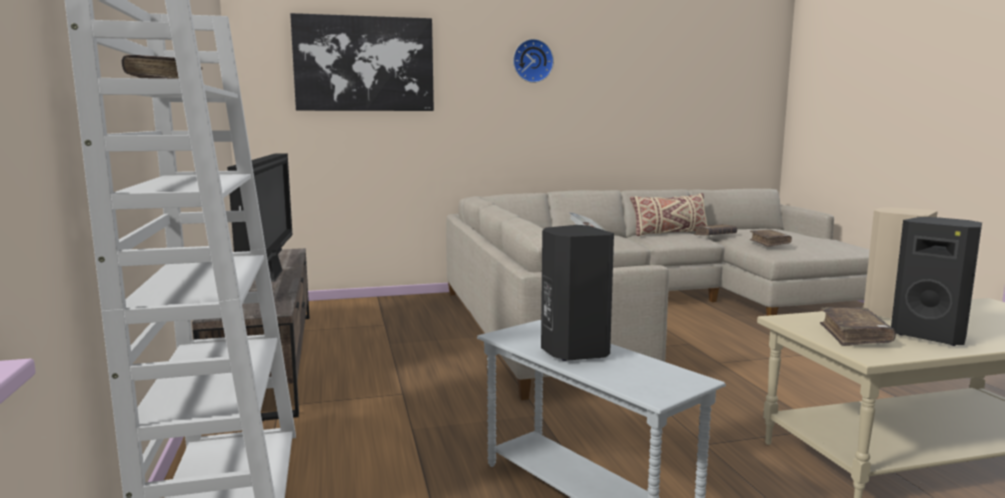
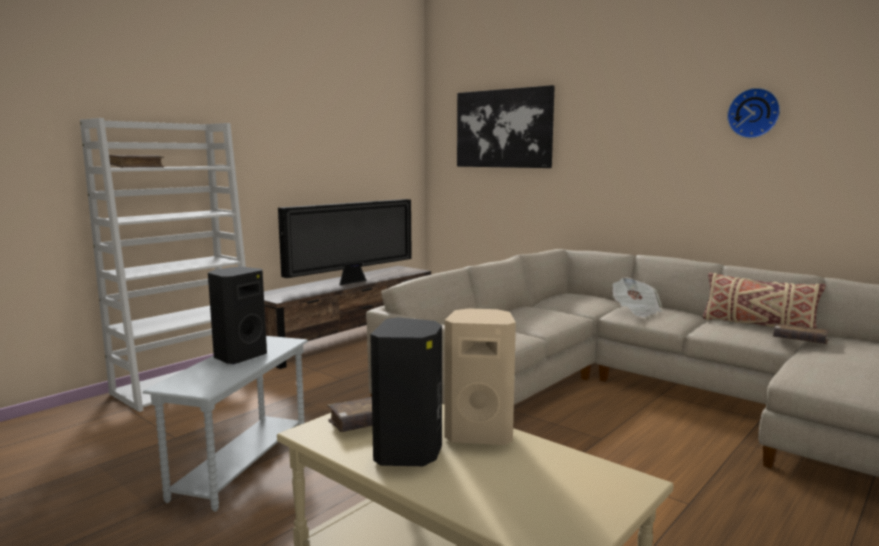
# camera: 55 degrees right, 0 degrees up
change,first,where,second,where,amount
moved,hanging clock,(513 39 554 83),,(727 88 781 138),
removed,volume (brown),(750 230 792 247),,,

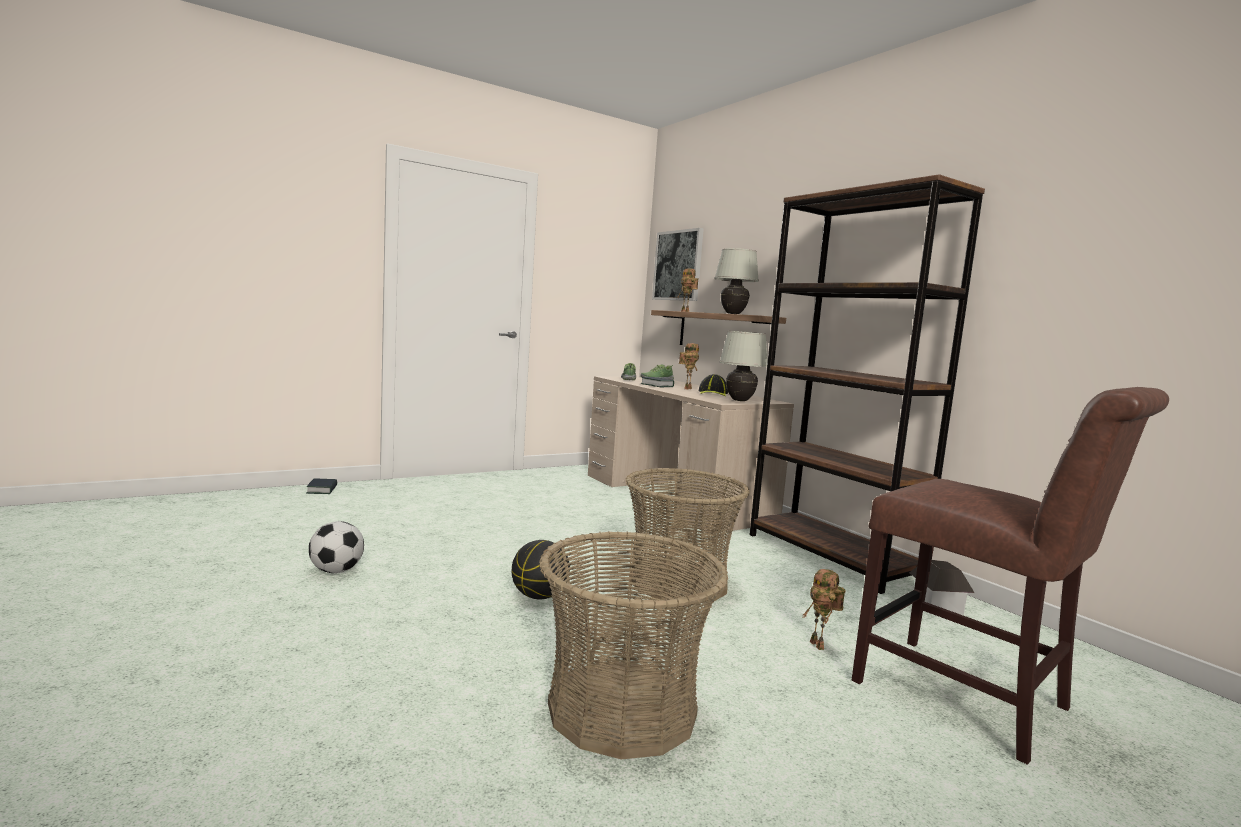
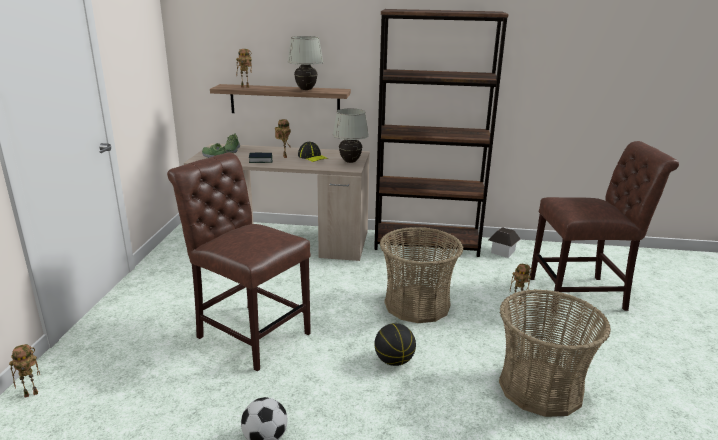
# camera: 50 degrees left, 15 degrees up
change,first,where,second,where,amount
removed,picture,(652 228 704 301),,,
replaced,volume,(306 479 337 494),model robot,(9 344 40 398),
added,,,plain chair (brown),(167 152 311 371),

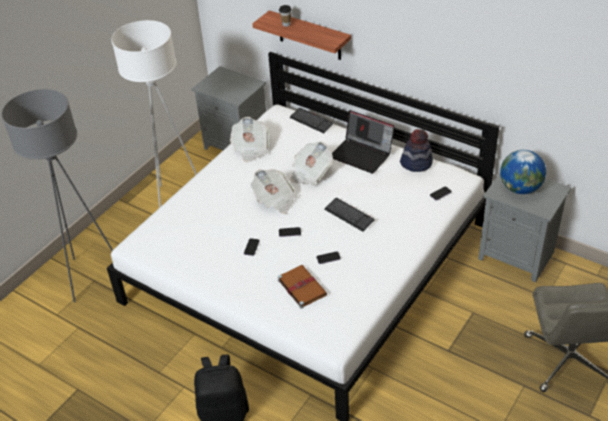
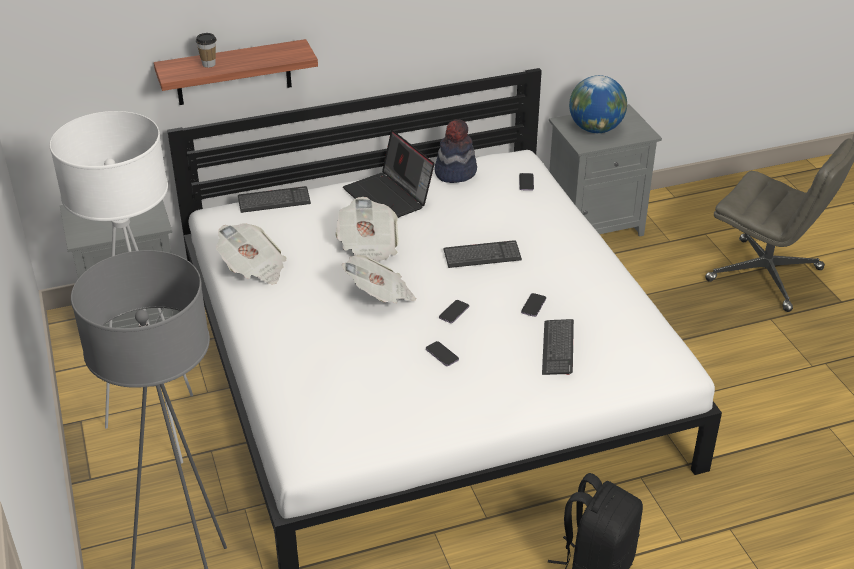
# camera: 55 degrees left, 5 degrees down
change,first,where,second,where,amount
turned,laptop,(332 110 395 174),,(343 130 435 218),75 degrees clockwise
replaced,volume (brown),(278 265 327 309),computer keyboard,(542 319 574 375),

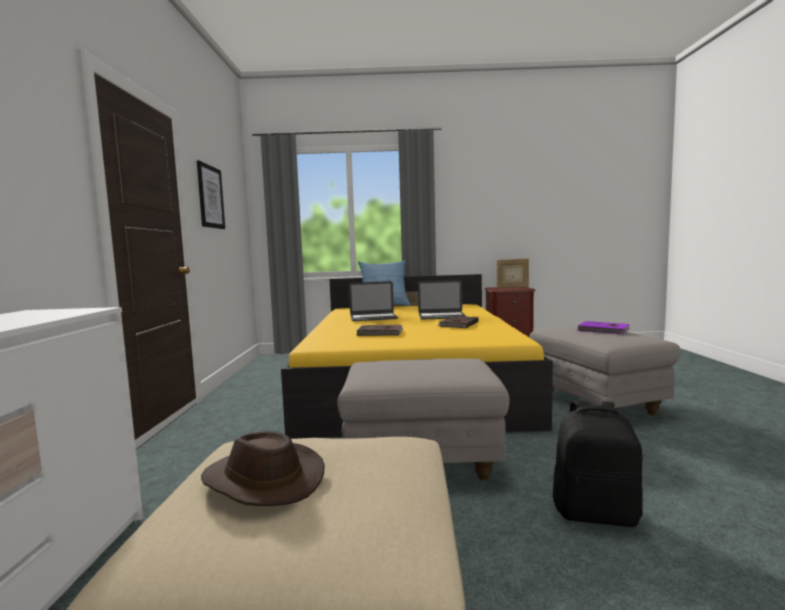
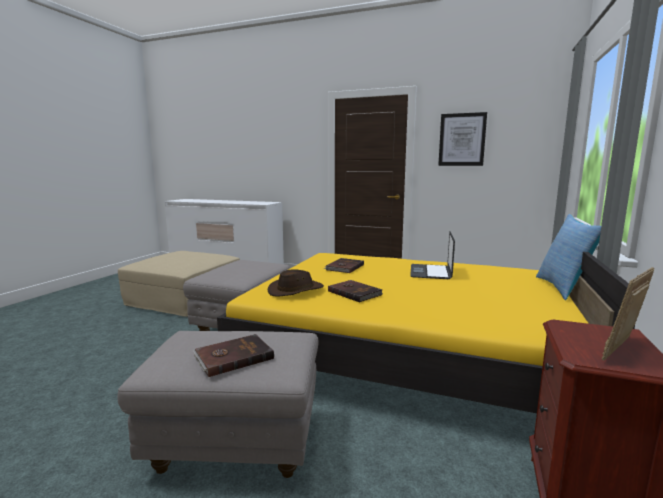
# camera: 110 degrees right, 5 degrees up
change,first,where,second,where,amount
removed,laptop,(418 280 467 319),,,
recoloured,volume (purple-coloured),(578 321 630 334),volume (brown),(193 334 274 377),
removed,backpack (black),(553 400 643 527),,,
moved,hat (brown),(201 431 325 506),,(268 269 324 297),

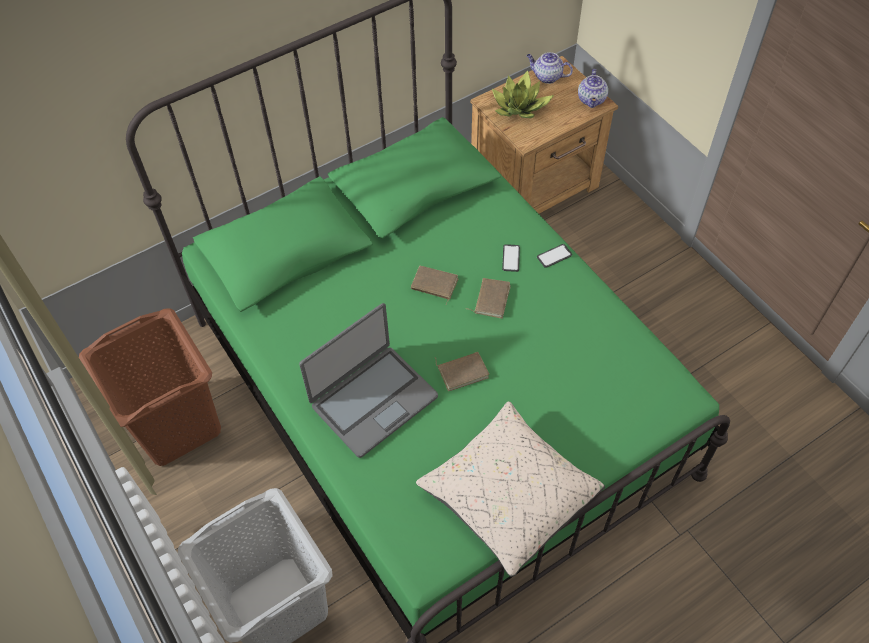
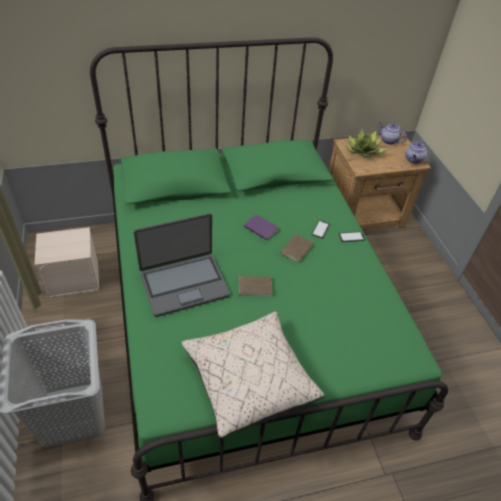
# camera: 15 degrees right, 10 degrees down
change,first,where,second,where,amount
recoloured,volume (brown),(411 266 459 304),volume (purple-coloured),(244 215 279 241),
replaced,washing basket (brown),(79 308 221 466),storage box (beige-coloured),(34 227 99 298),

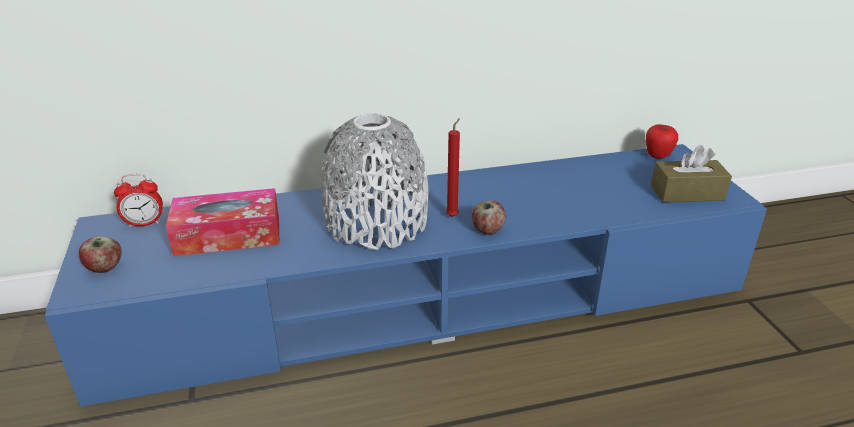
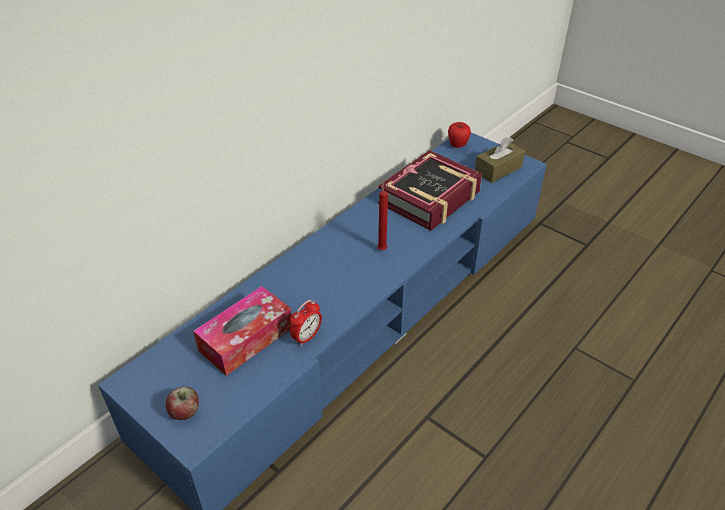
# camera: 35 degrees left, 10 degrees up
change,first,where,second,where,amount
removed,decorative vase (greyish),(321 113 428 250),,,
moved,alarm clock,(114 174 163 228),,(290 300 322 346),
removed,whole apple,(472 200 506 235),,,
added,,,volume,(378 150 482 231),

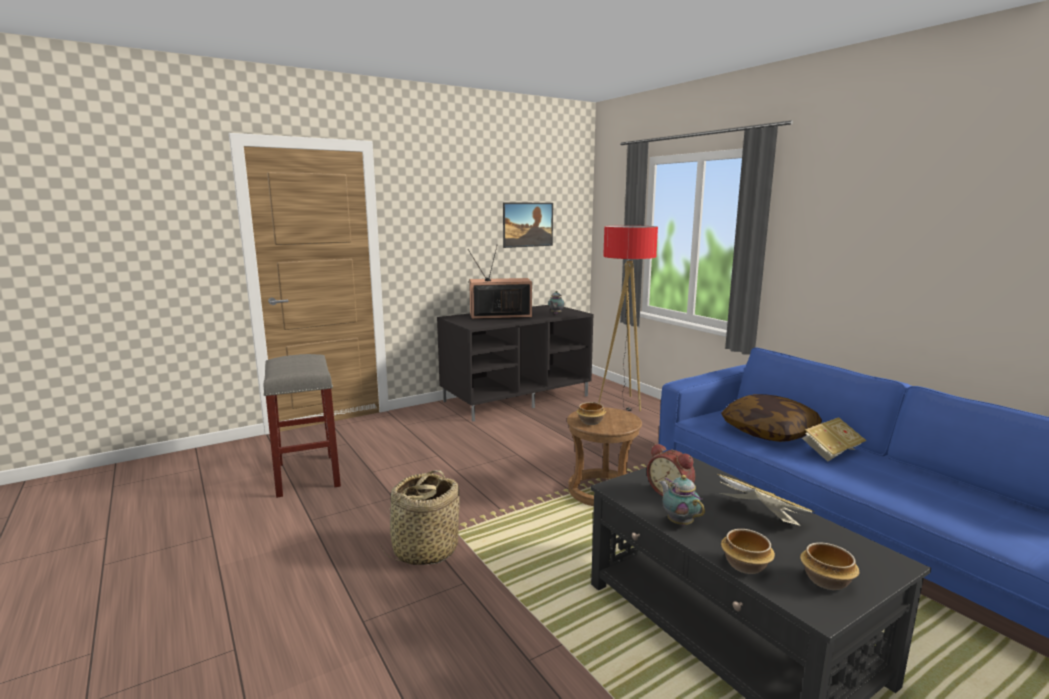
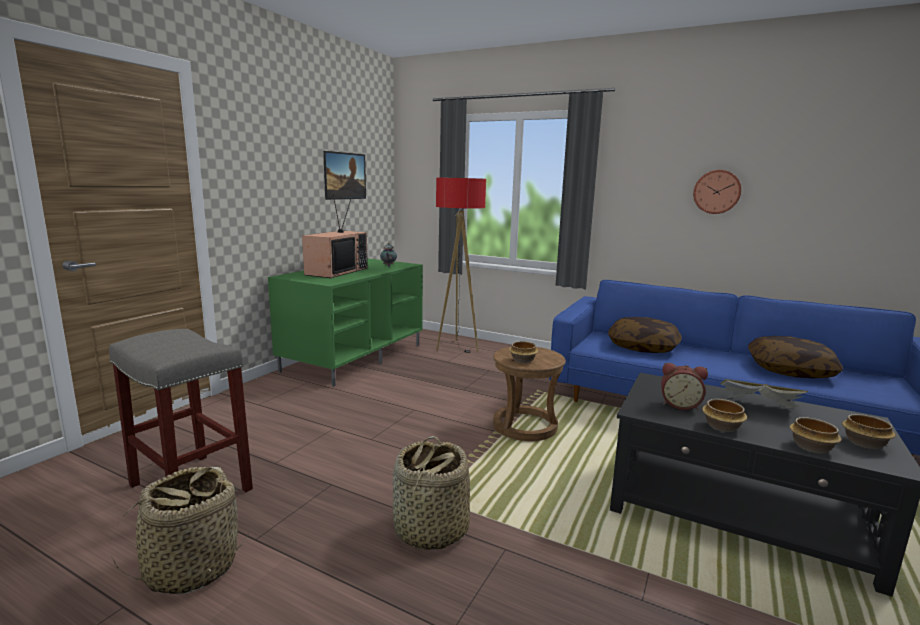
# camera: 30 degrees left, 0 degrees up
change,first,where,second,where,amount
turned,TV set,(468 246 532 319),,(302 194 367 278),150 degrees clockwise
recoloured,tv stand (black),(437 305 593 421),tv stand (green-coloured),(268 258 423 387),
removed,volume,(802 417 867 462),,,
replaced,pot for tea,(660 475 705 526),bowl,(702 399 747 432),
added,,,hanging clock,(693 170 741 214),
added,,,cushion,(748 336 843 378),
added,,,basket,(111 467 249 594),

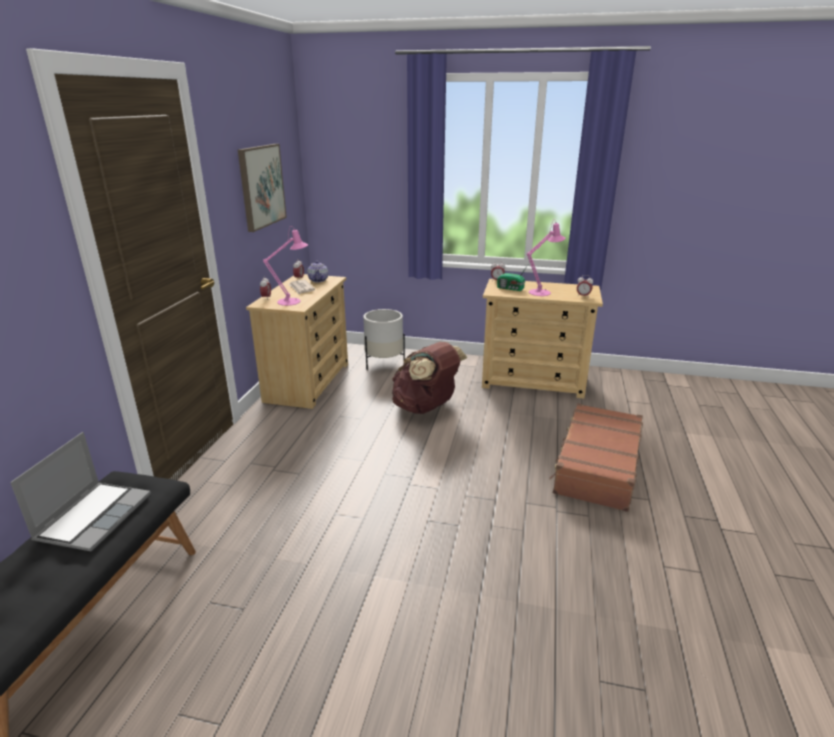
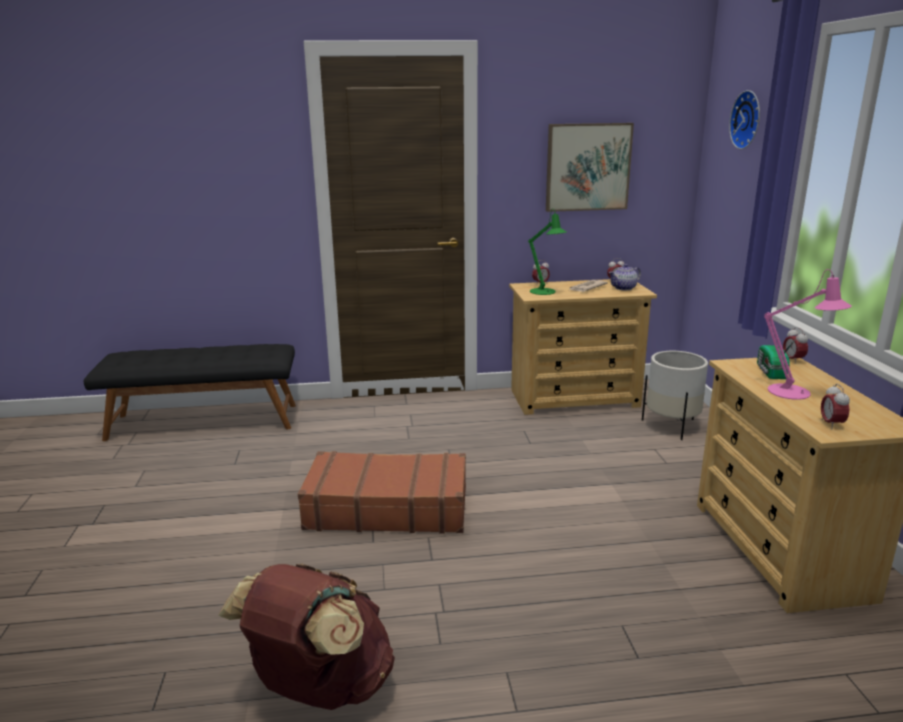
# camera: 70 degrees right, 5 degrees down
change,first,where,second,where,amount
recoloured,lamp for a table (pink-coloured),(263 226 308 306),lamp for a table (green-coloured),(528 209 566 295),
moved,backpack (brown),(392 342 467 414),,(218 563 395 710),
moved,travel case (brown),(549 403 643 512),,(298 451 466 534),
removed,laptop,(10 432 151 551),,,
added,,,hanging clock,(729 90 760 149),

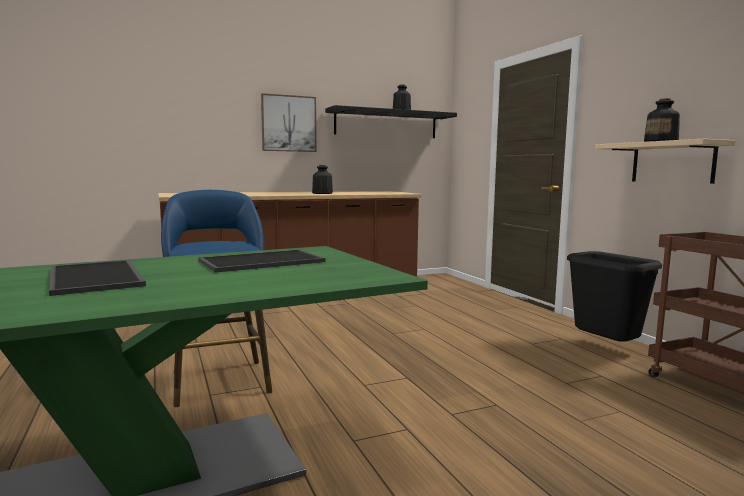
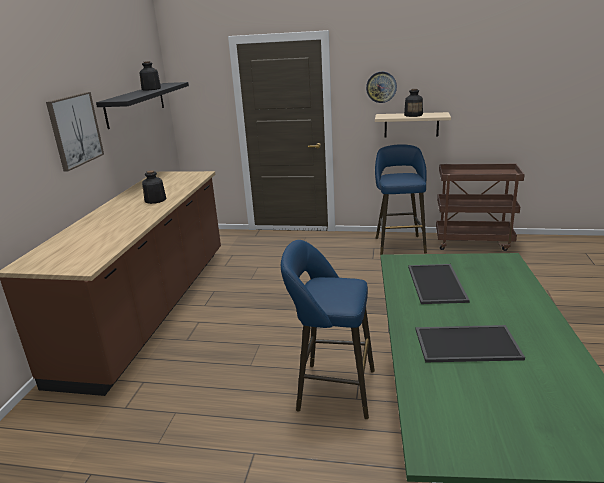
# camera: 55 degrees left, 15 degrees up
change,first,where,second,where,amount
replaced,trash can (black),(567 251 662 342),stool (blue-coloured),(375 144 427 255),
added,,,hanging clock,(366 72 397 103),

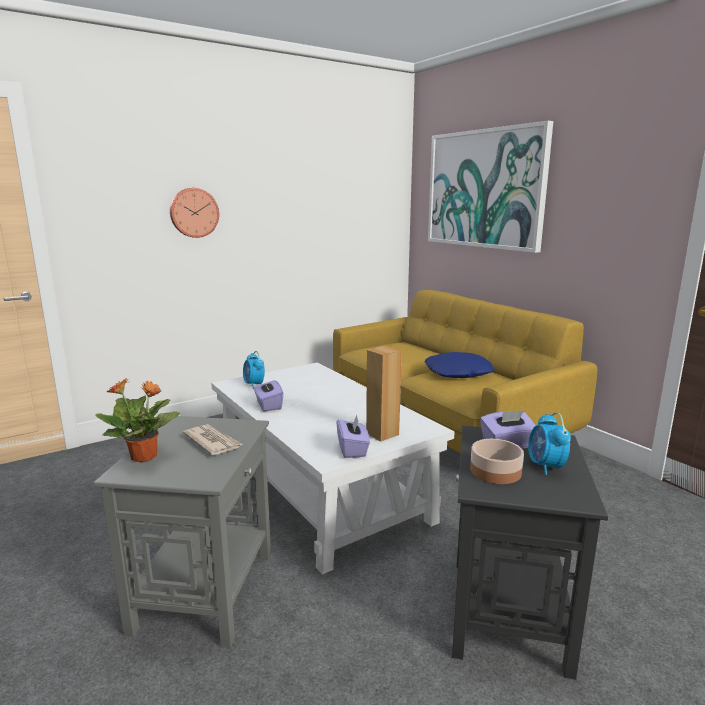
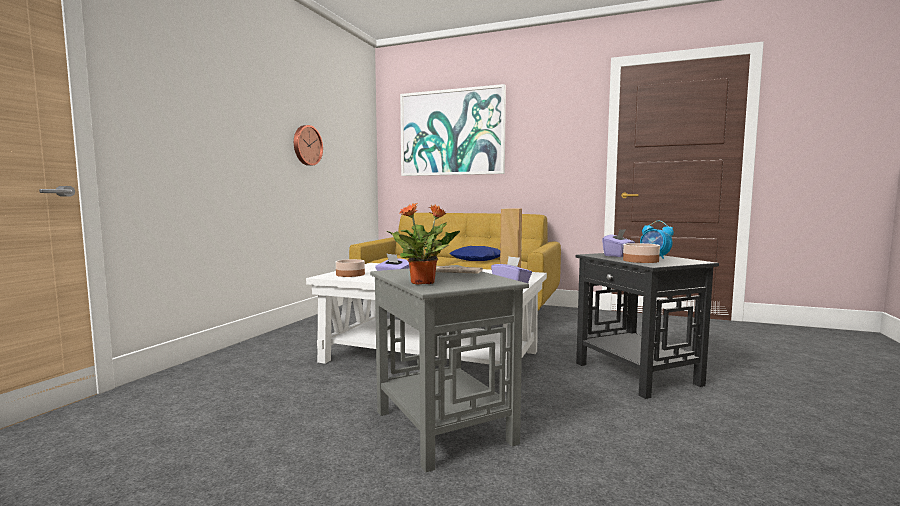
# camera: 35 degrees left, 10 degrees down
change,first,where,second,where,amount
moved,hanging clock,(170 188 219 238),,(294 125 323 166),
replaced,alarm clock,(243 351 265 389),bowl,(336 259 365 277),

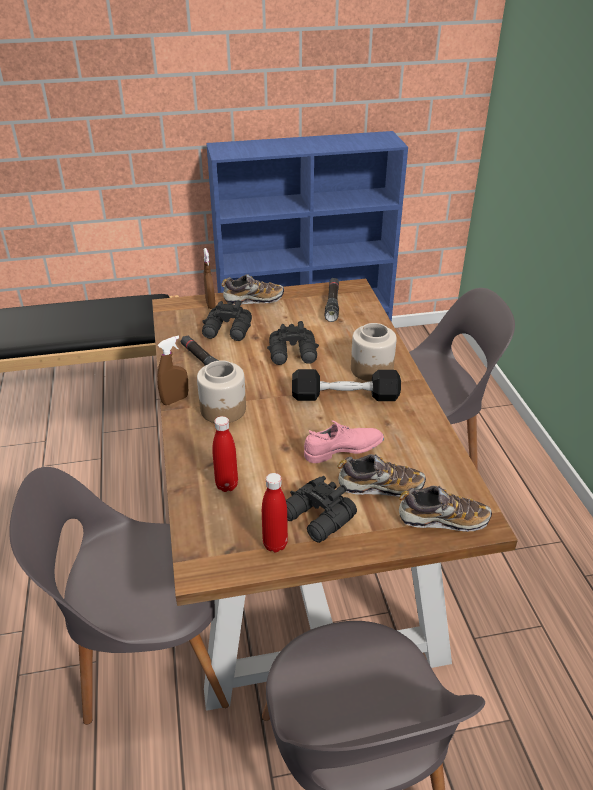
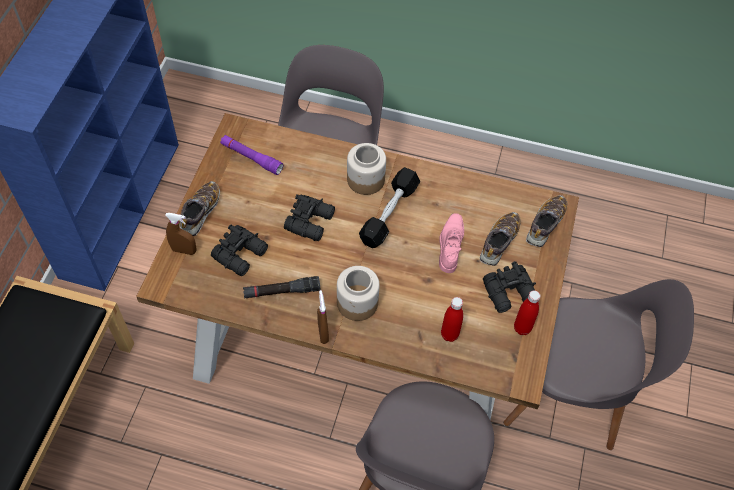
# camera: 65 degrees left, 20 degrees up
change,first,where,second,where,amount
recoloured,torch (black),(325 278 339 322),torch (purple-coloured),(220 135 283 175),

